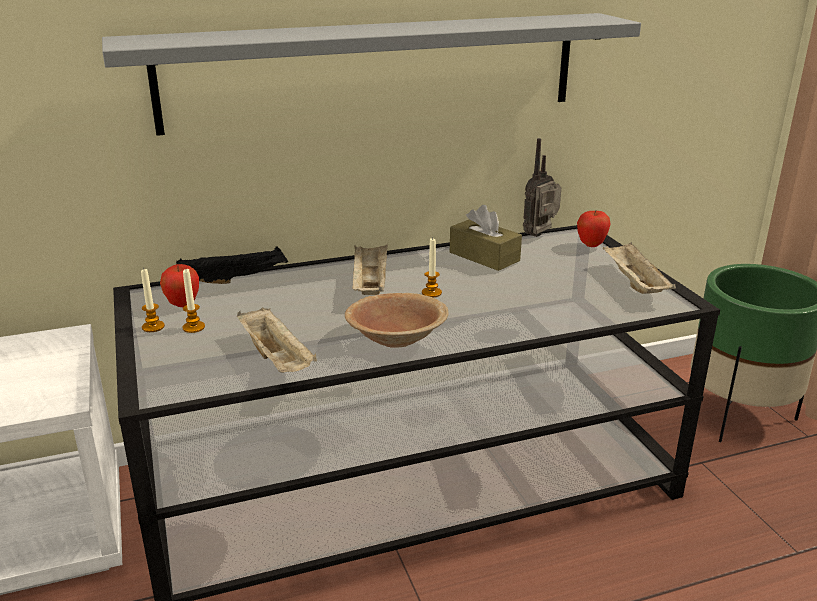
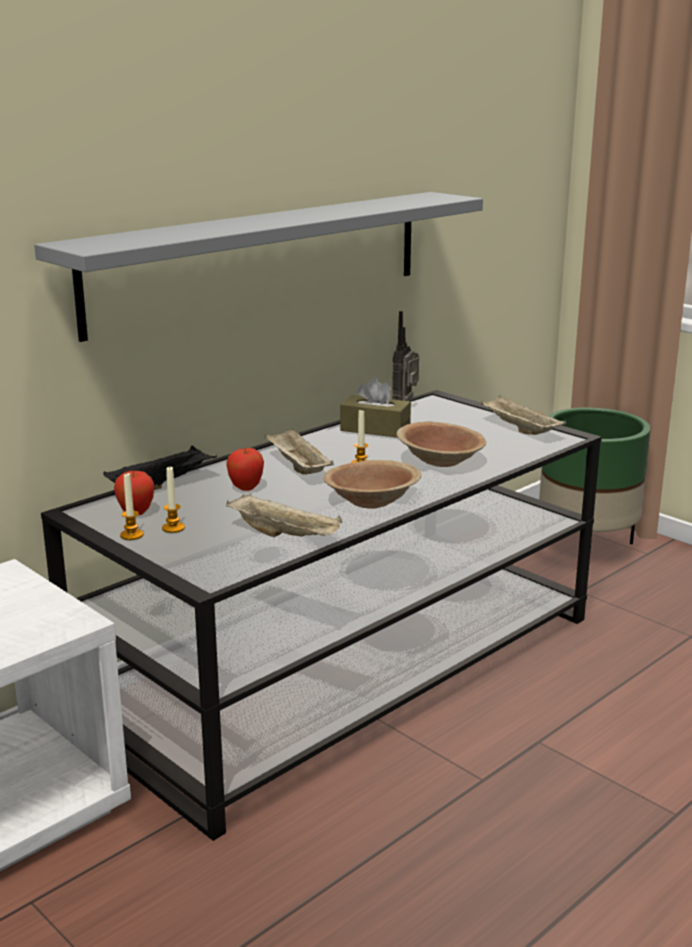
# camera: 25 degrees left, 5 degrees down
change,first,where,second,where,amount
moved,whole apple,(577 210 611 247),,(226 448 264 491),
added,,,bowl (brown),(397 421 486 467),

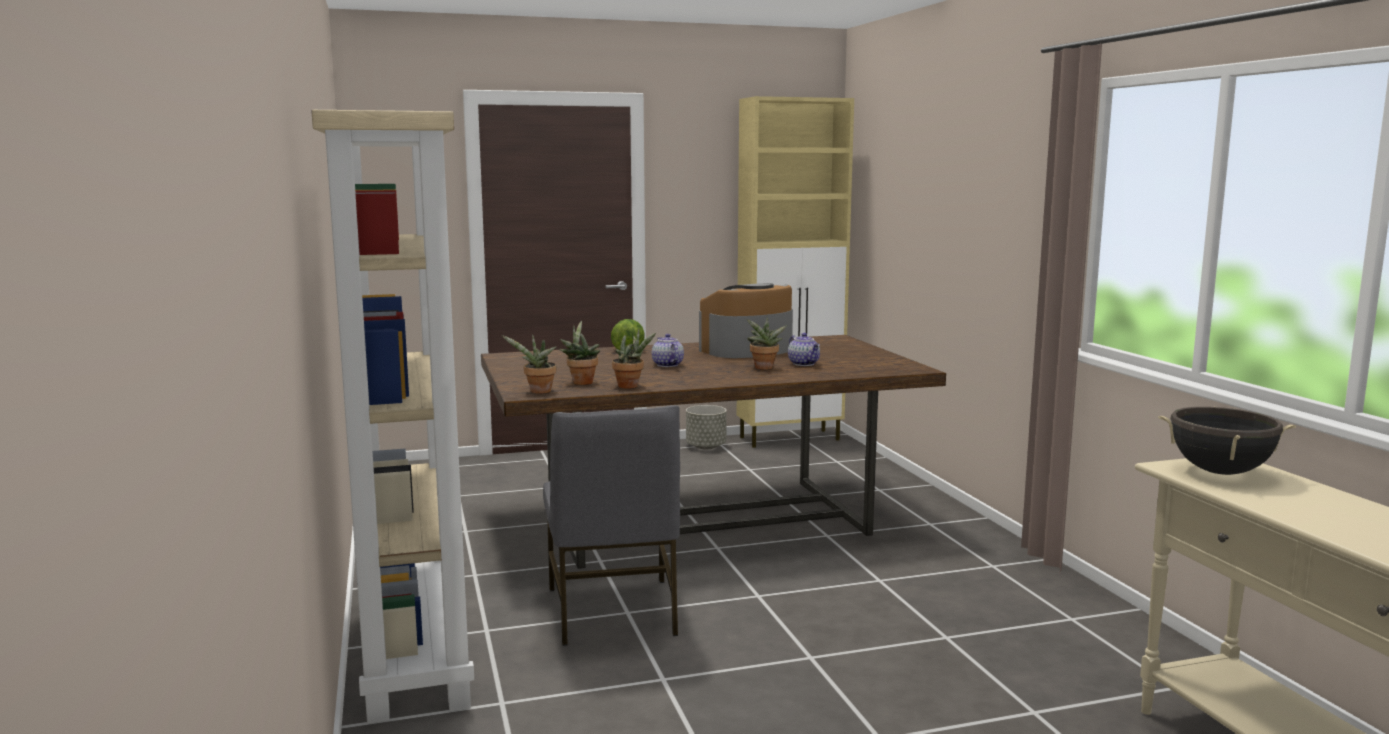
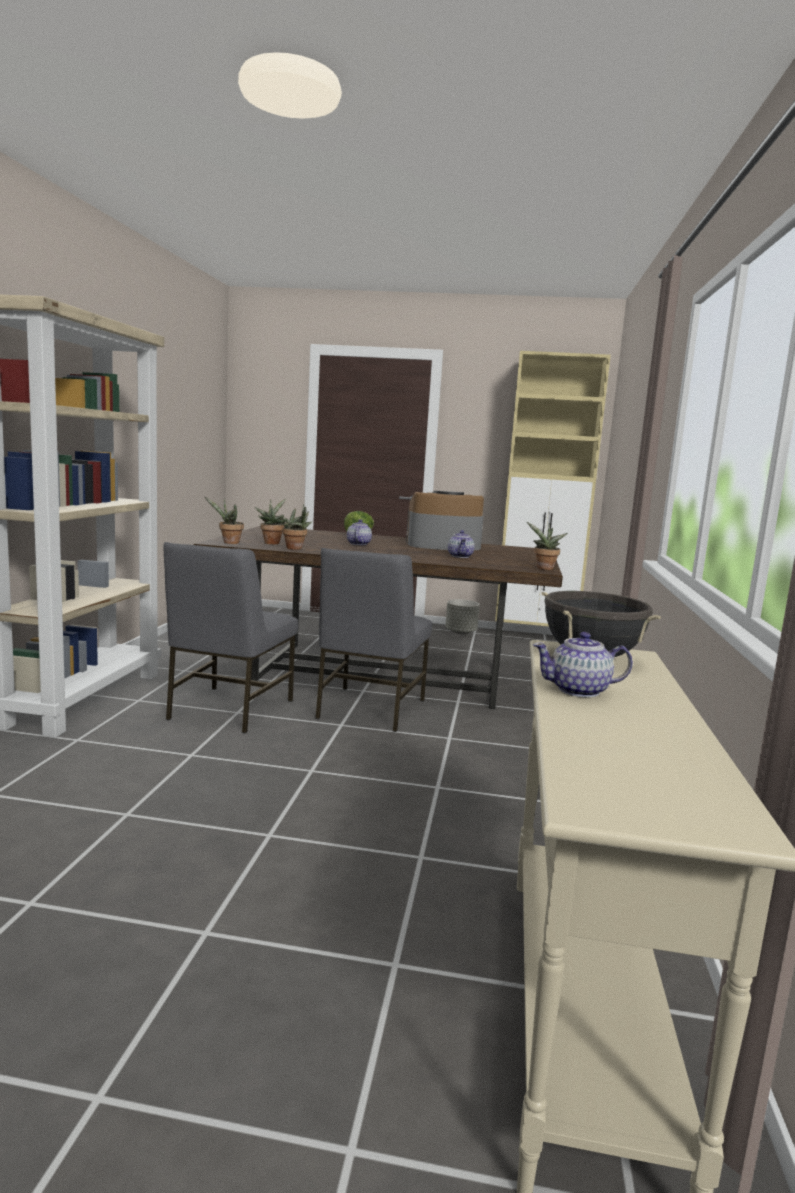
# camera: 25 degrees right, 0 degrees up
change,first,where,second,where,amount
moved,houseplant,(747 317 787 370),,(527 522 568 570),
added,,,plain chair (greyish),(315 548 432 732),
added,,,pot for tea,(533 632 633 698),

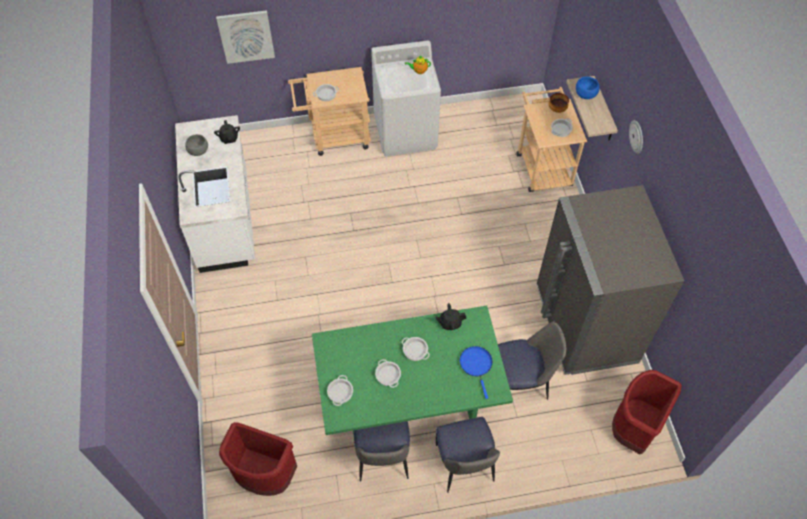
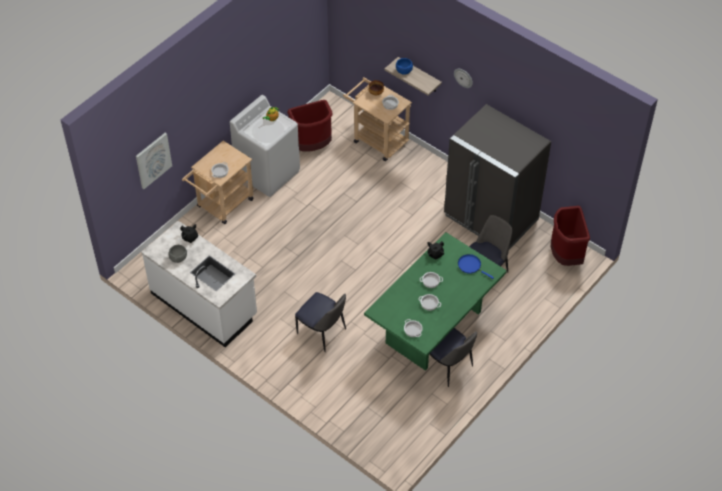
# camera: 40 degrees left, 5 degrees down
change,first,where,second,where,amount
moved,plain chair,(436 417 500 492),,(295 292 346 352),
moved,trash can (red),(219 422 297 496),,(287 100 332 152),

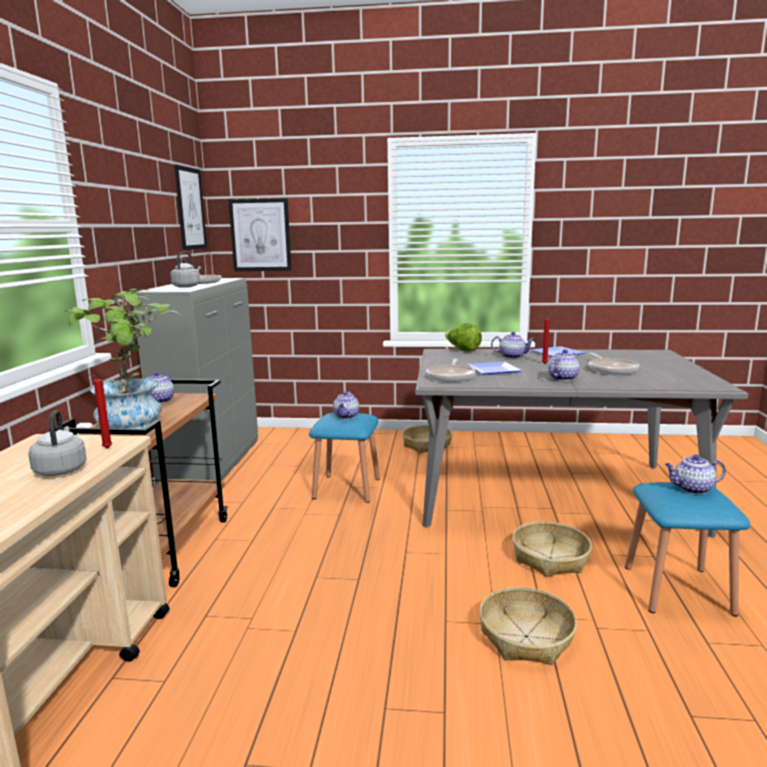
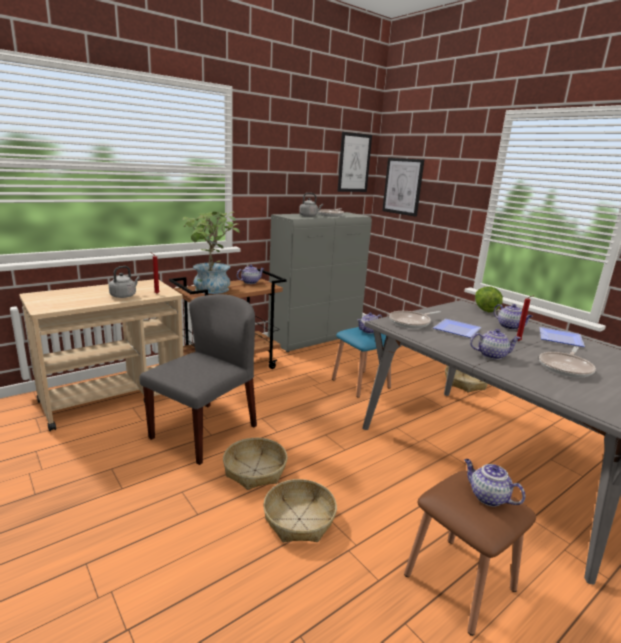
# camera: 45 degrees right, 5 degrees up
change,first,where,second,where,amount
recoloured,stool (blue-coloured),(625 482 750 616),stool (brown),(404 471 536 636),
moved,basket,(512 521 592 577),,(223 438 287 490),
added,,,plain chair (greyish),(139 294 257 465),

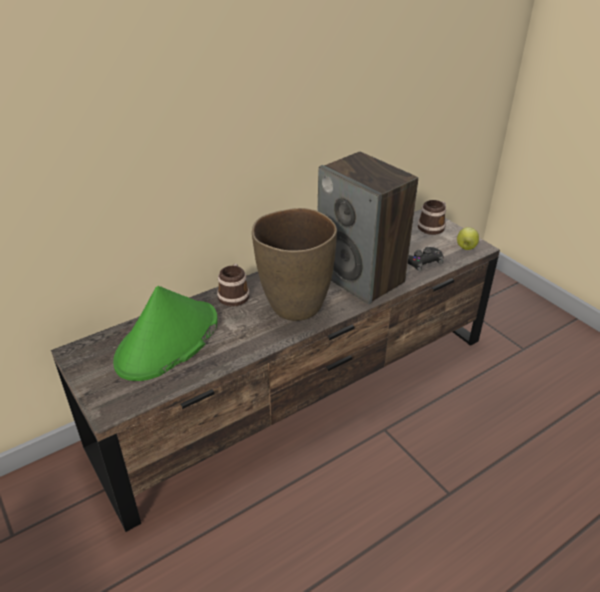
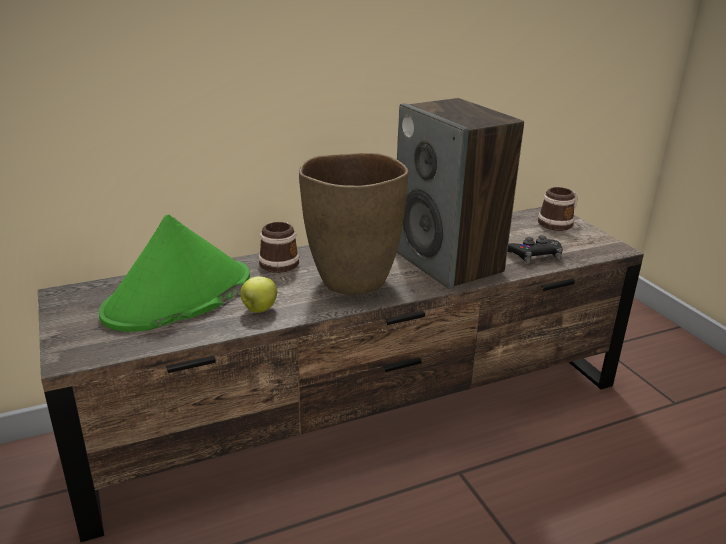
# camera: 10 degrees right, 10 degrees down
change,first,where,second,where,amount
moved,whole apple,(457 227 479 250),,(240 276 277 313),

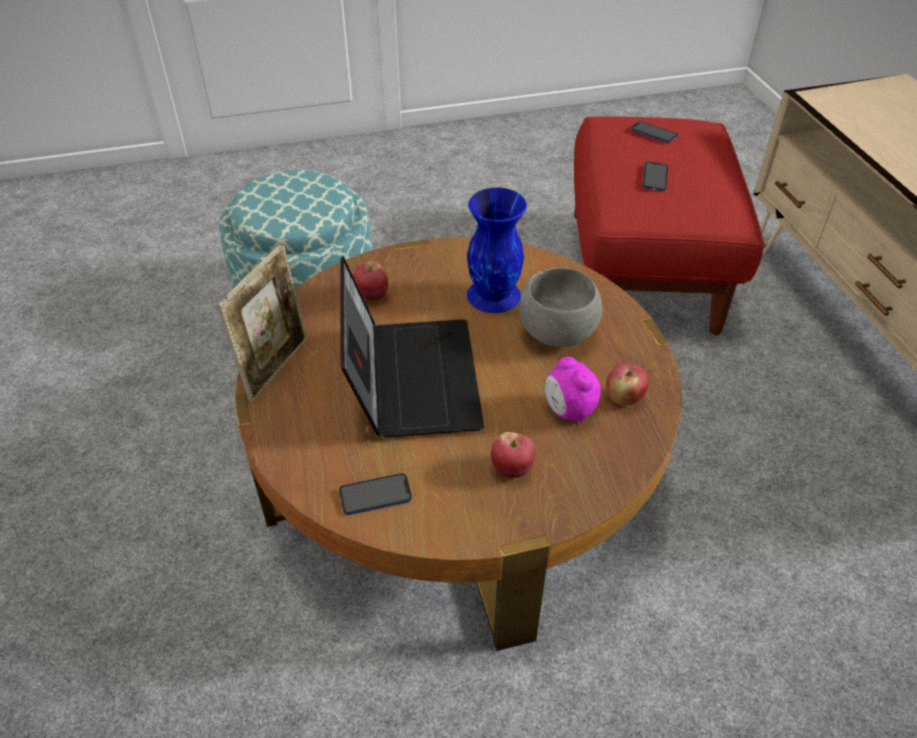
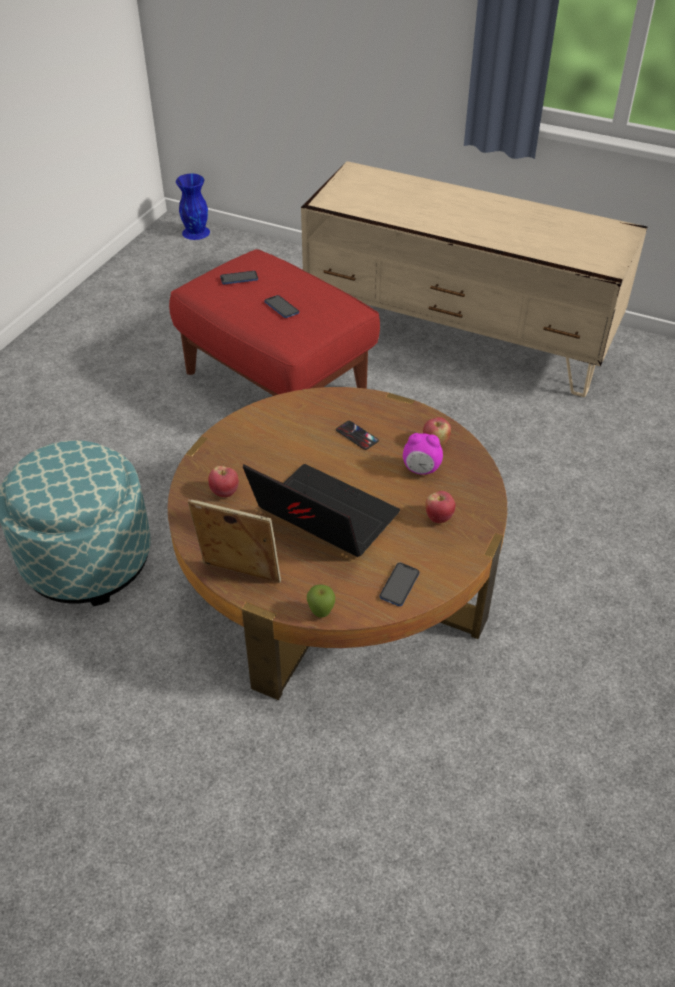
# camera: 50 degrees left, 0 degrees up
change,first,where,second,where,amount
moved,decorative vase (blue-coloured),(467 188 527 313),,(176 174 210 240),
turned,picture frame,(217 244 307 403),,(188 499 281 583),45 degrees counterclockwise
replaced,bowl (greyish),(520 268 602 347),phone,(336 421 379 450),
added,,,whole apple,(307 584 335 618),

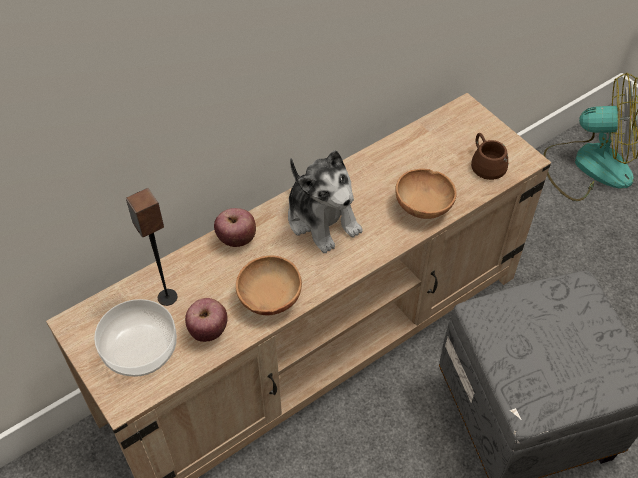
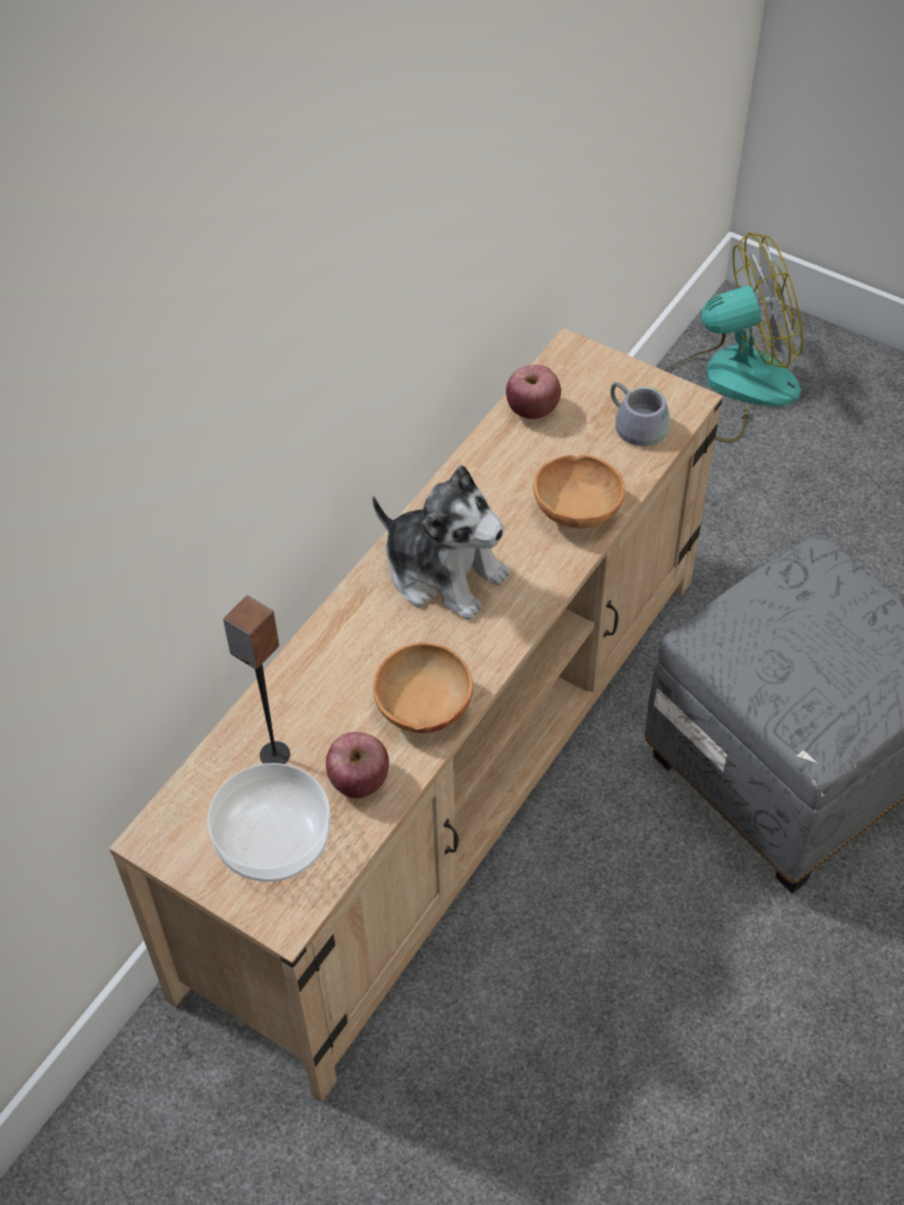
# camera: 20 degrees left, 0 degrees up
change,first,where,second,where,amount
recoloured,mug (brown),(471 133 508 180),mug (greyish),(610 382 670 446),
moved,whole apple,(214 208 256 247),,(506 365 561 419),

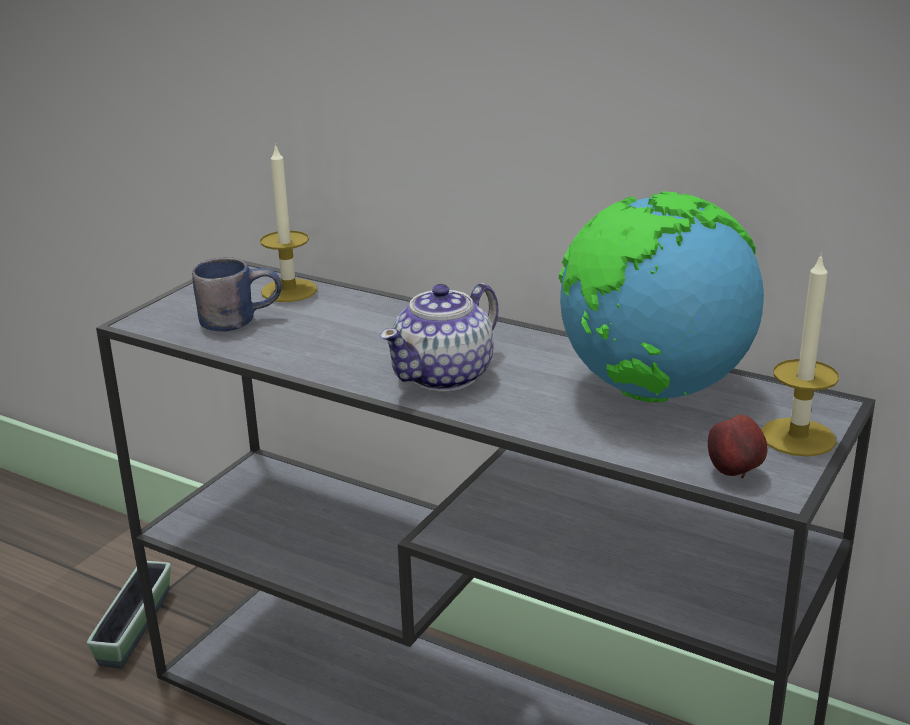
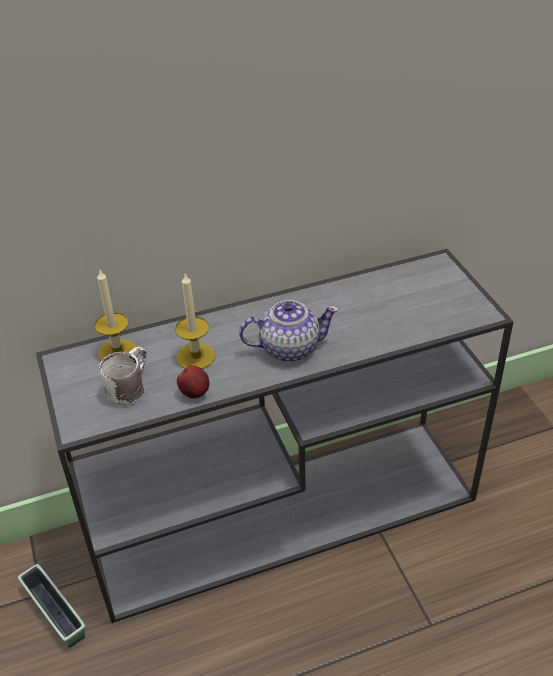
# camera: 50 degrees left, 15 degrees up
change,first,where,second,where,amount
removed,world globe,(559 191 764 403),,,
moved,wax light,(761 253 839 457),,(175 273 216 369),
recoloured,mug (blue-coloured),(192 257 282 331),mug (white-coloured),(99 347 146 406),
turned,pot for tea,(380 283 499 392),,(239 300 339 362),90 degrees counterclockwise
moved,whole apple,(708 415 767 478),,(177 365 209 398),

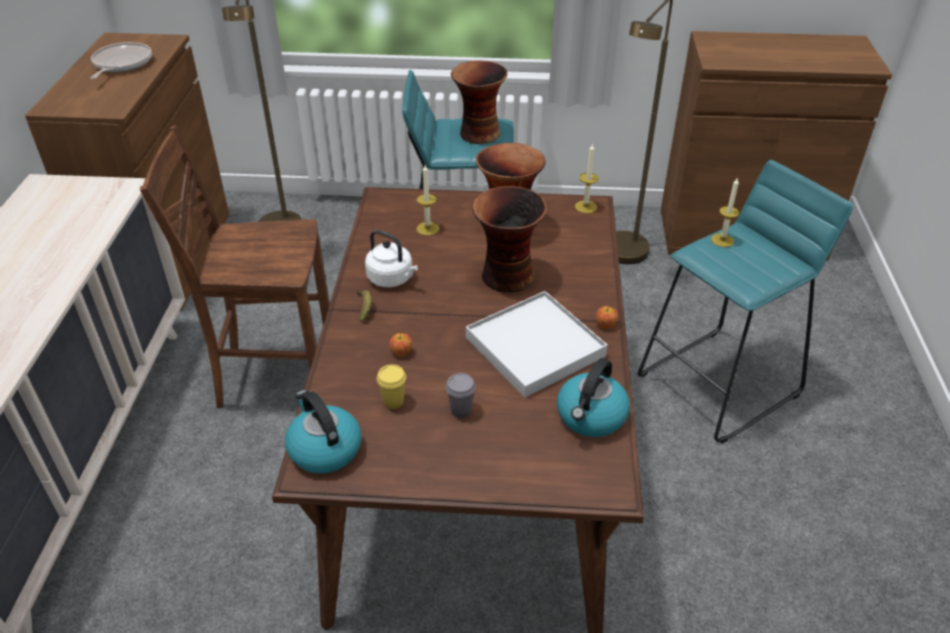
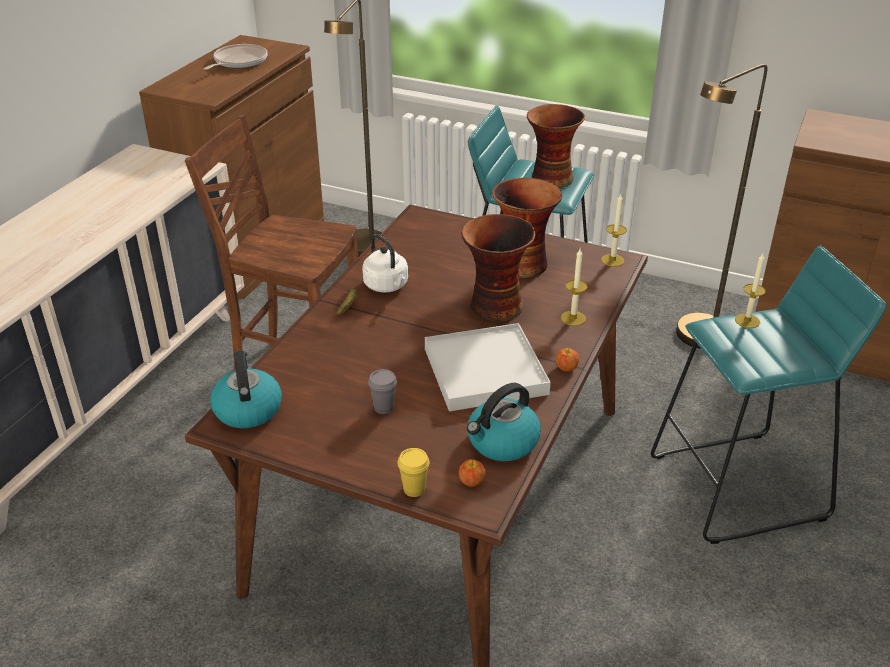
# camera: 20 degrees right, 5 degrees down
change,first,where,second,where,amount
moved,wax light,(417 165 439 236),,(561 249 588 326),
moved,whole apple,(389 333 413 356),,(459 459 486 487),
moved,drinking cup (yellow),(377 364 406 409),,(397 448 430 497),

